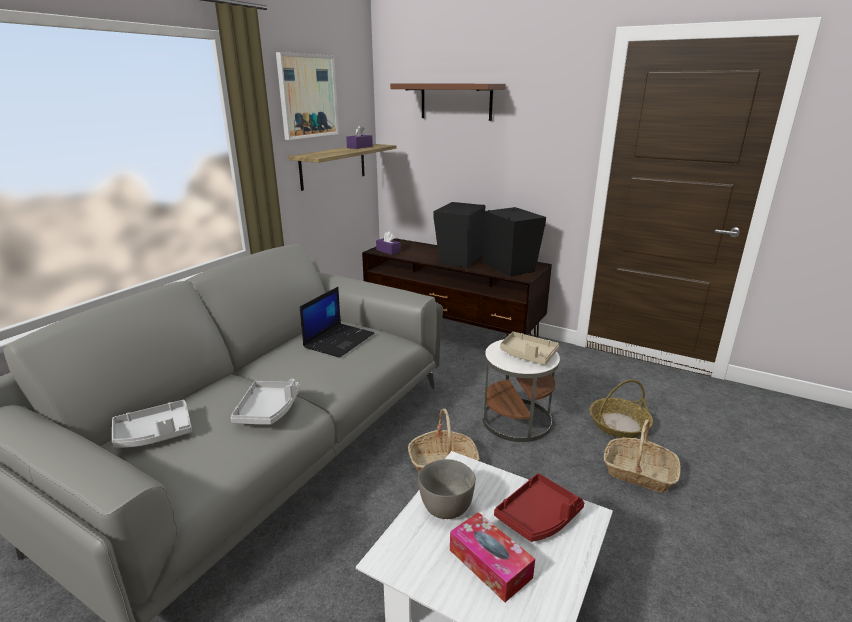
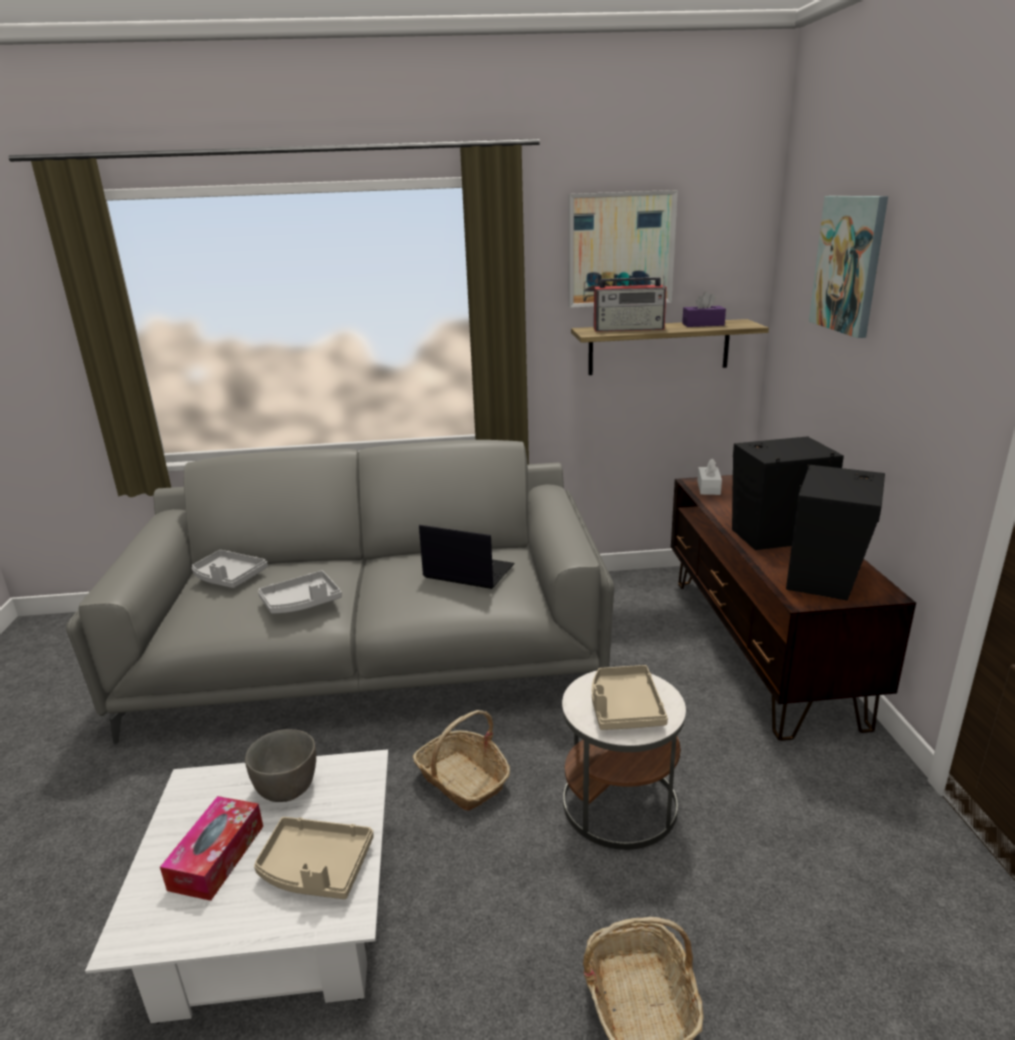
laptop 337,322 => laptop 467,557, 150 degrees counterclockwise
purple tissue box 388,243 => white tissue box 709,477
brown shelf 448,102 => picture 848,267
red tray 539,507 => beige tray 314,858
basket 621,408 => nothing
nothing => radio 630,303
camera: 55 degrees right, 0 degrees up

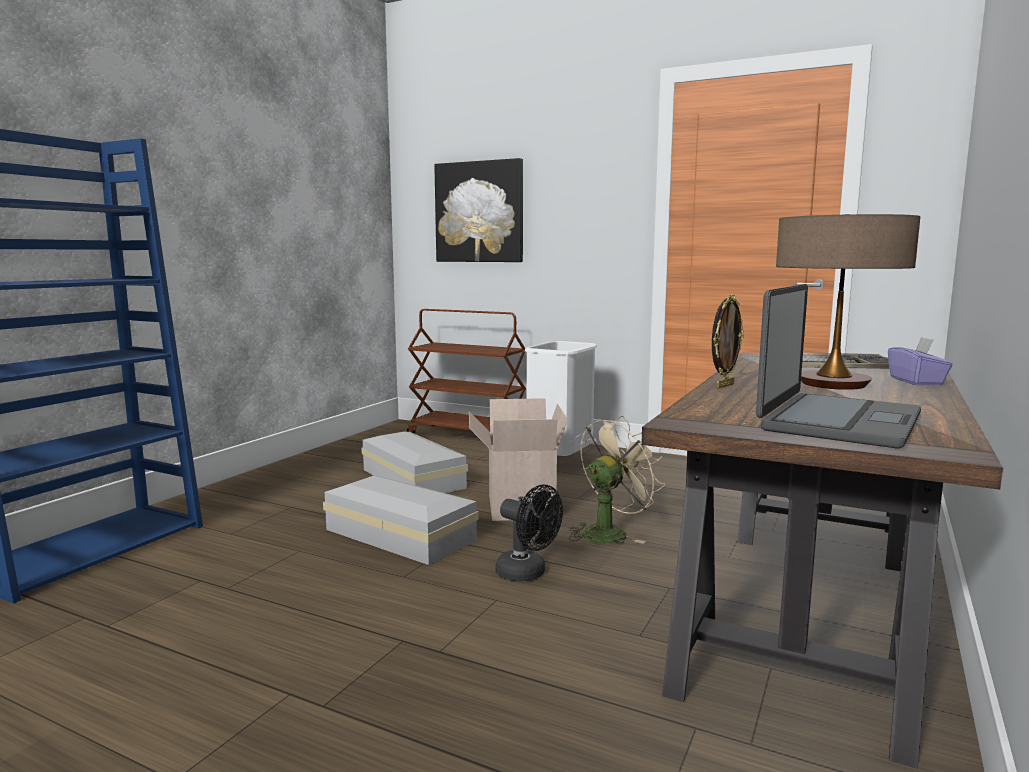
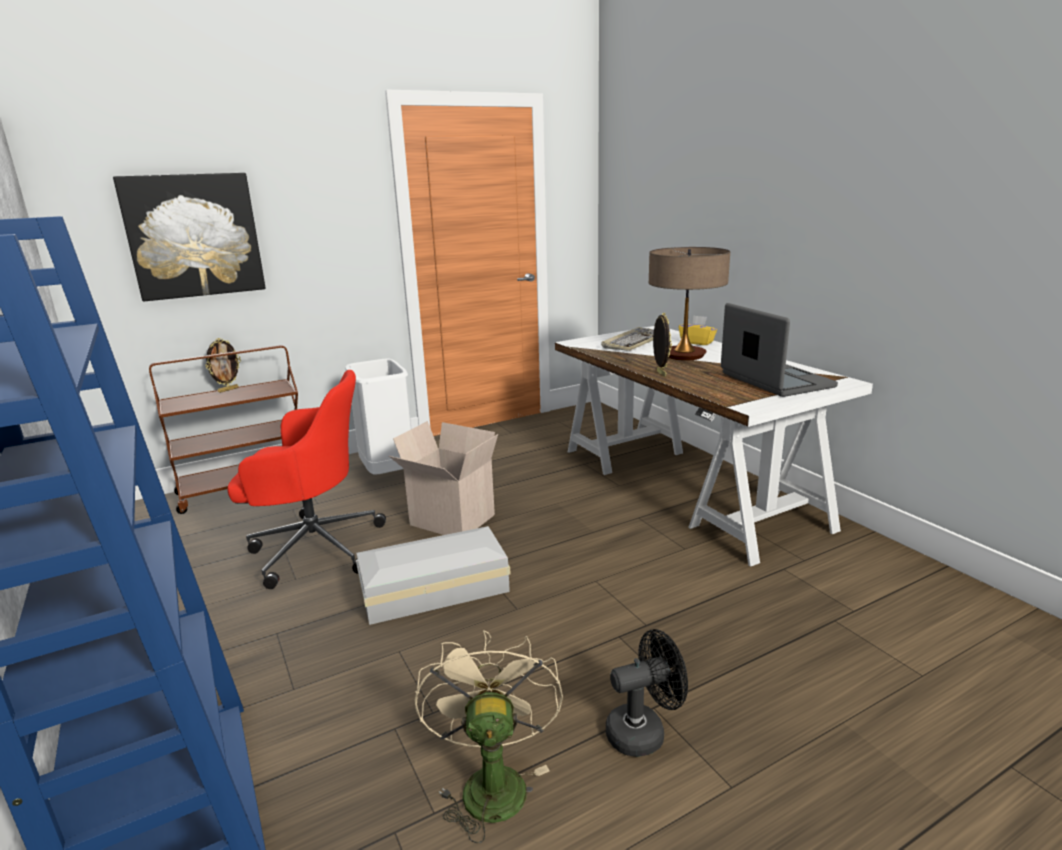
white storage box 414,462 => red office chair 307,479
black fan 529,533 => black fan 647,693, moved
beige fan 617,480 => beige fan 489,736, moved
brown desk 822,560 => white desk 714,446
purple tissue box 920,361 => yellow tissue box 698,330
nothing => picture frame 223,365
camera: 55 degrees left, 10 degrees up

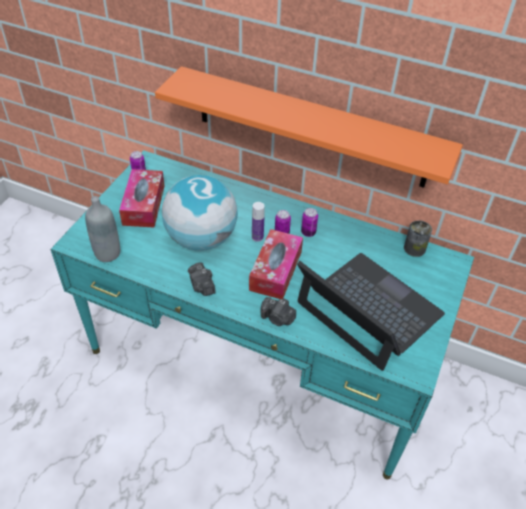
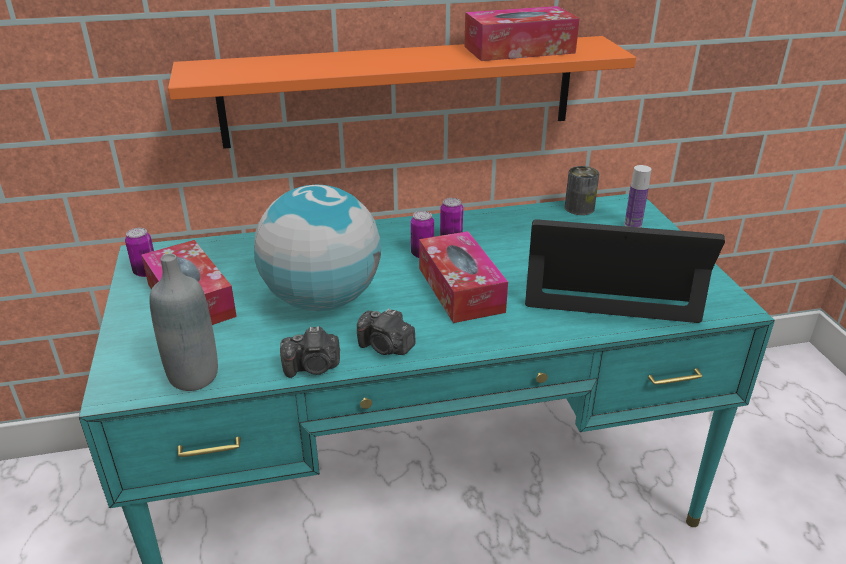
bottle 258,222 => bottle 637,196, moved
photo camera 278,311 => photo camera 310,352, moved
nothing => tissue box 522,33
camera: 35 degrees left, 15 degrees down

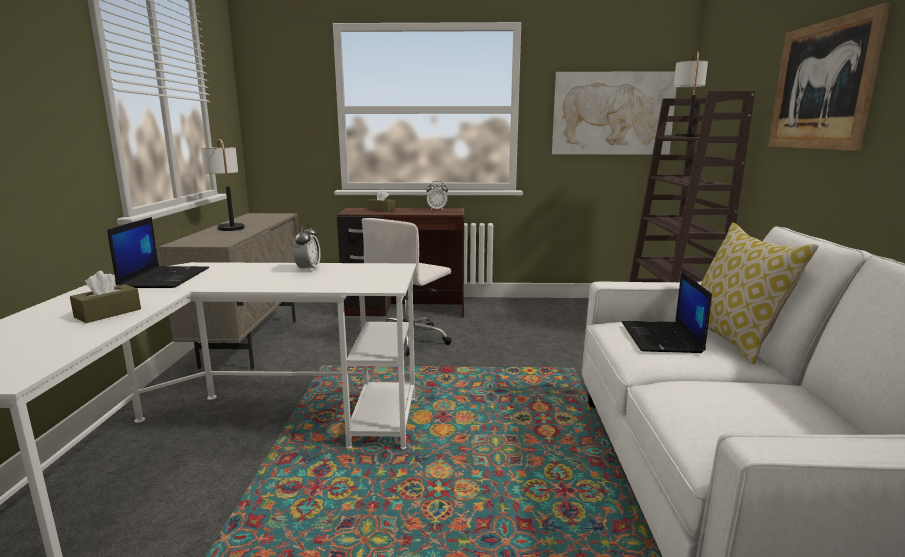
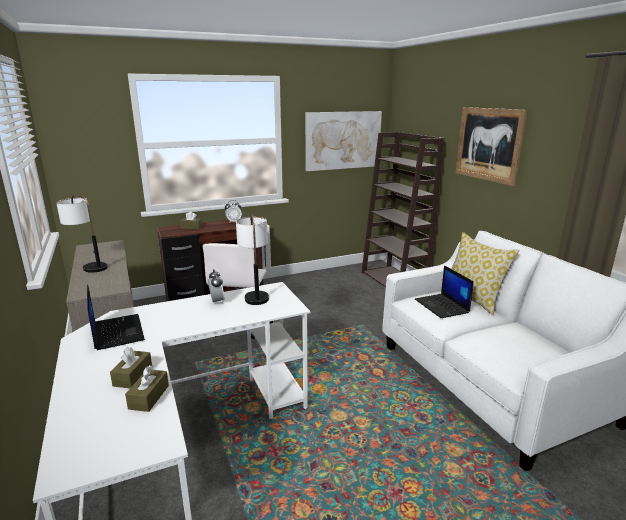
table lamp 691,94 => table lamp 252,260, moved
nothing => brown tissue box 147,388
camera: 25 degrees left, 5 degrees up

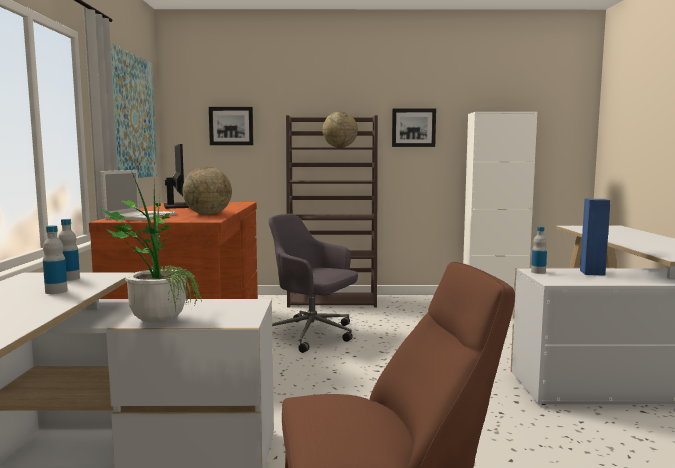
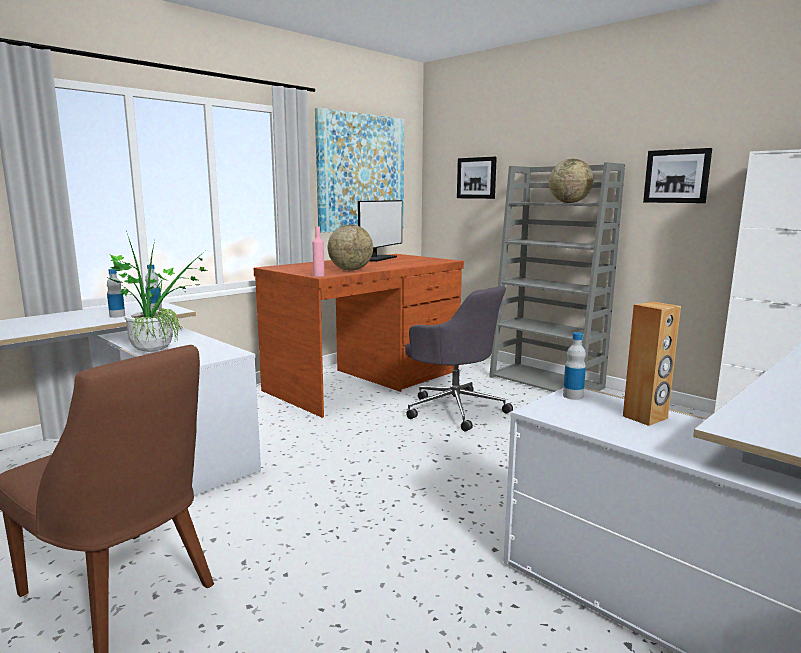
laptop 138,195 => nothing
grey office chair 313,283 => grey office chair 459,358, 150 degrees clockwise
brown bookcase 332,211 => grey bookcase 557,277
blue speaker 595,237 => brown speaker 652,363
nothing => pink bottle 318,252
camera: 45 degrees right, 5 degrees up

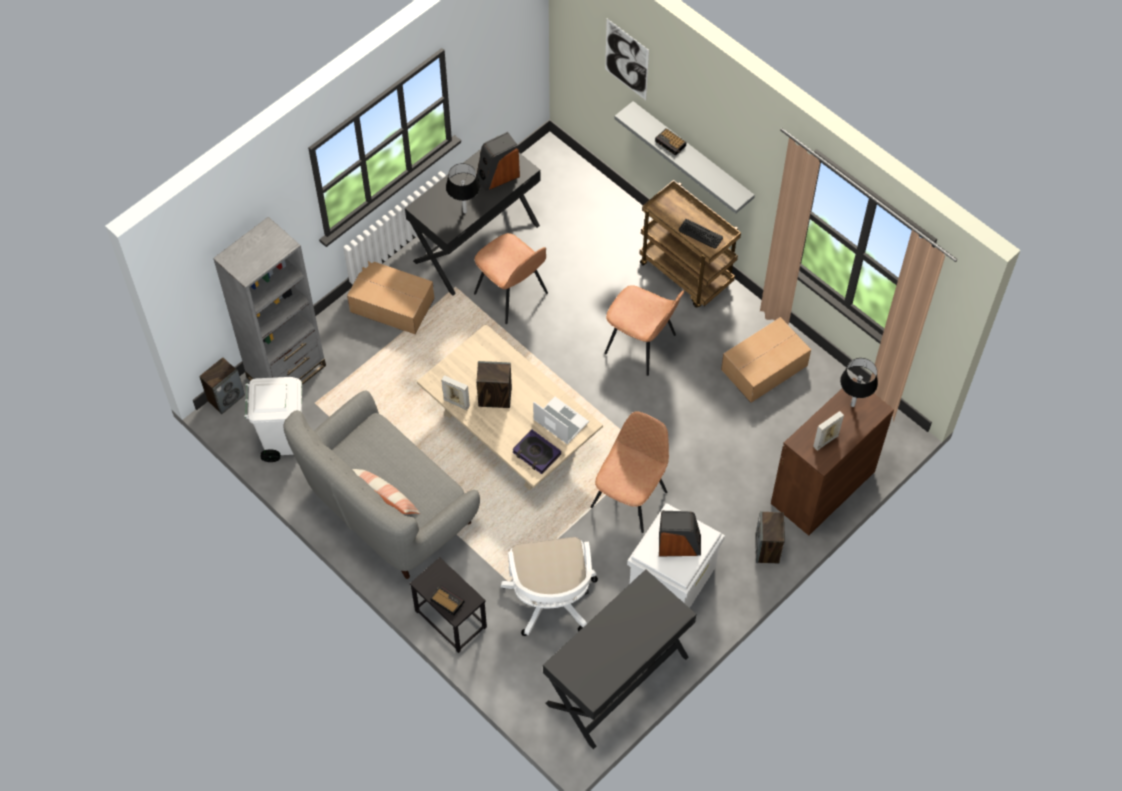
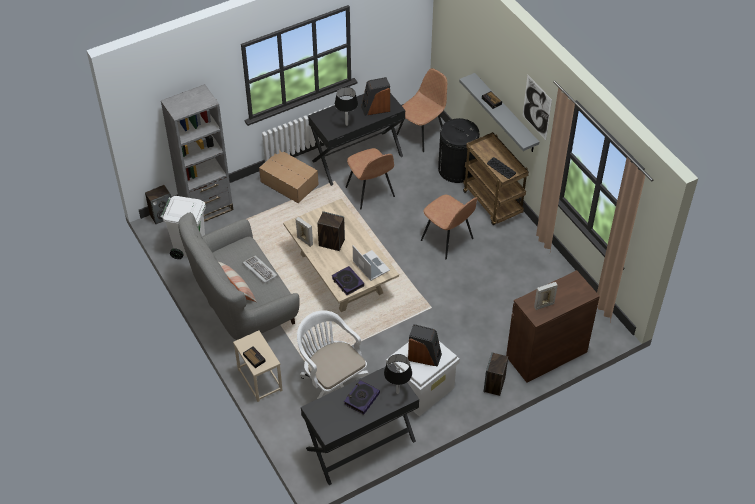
black side table 448,605 => beige side table 258,366
white office chair 549,586 => white office chair 333,355, 135 degrees clockwise
brown chair 630,472 => brown chair 422,110, moved
picture 627,59 => picture 537,107, moved
cardboard box 766,360 => nothing
black table lamp 859,382 => black table lamp 398,374, moved
nothing => keyboard 259,269
nothing => book 362,397
nothing => black trash can 459,150
camera: 15 degrees right, 10 degrees down

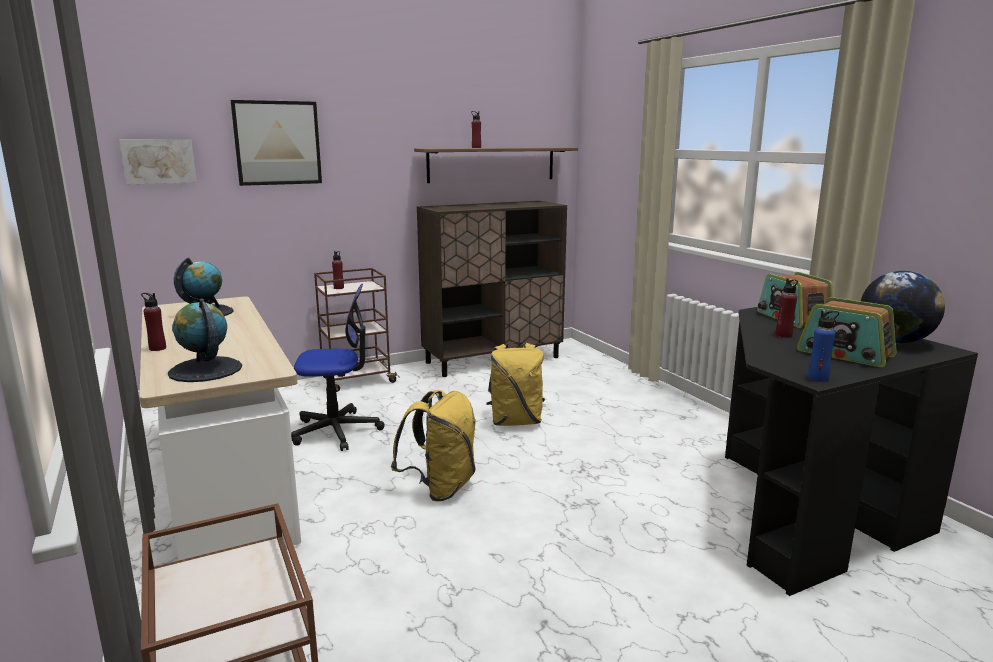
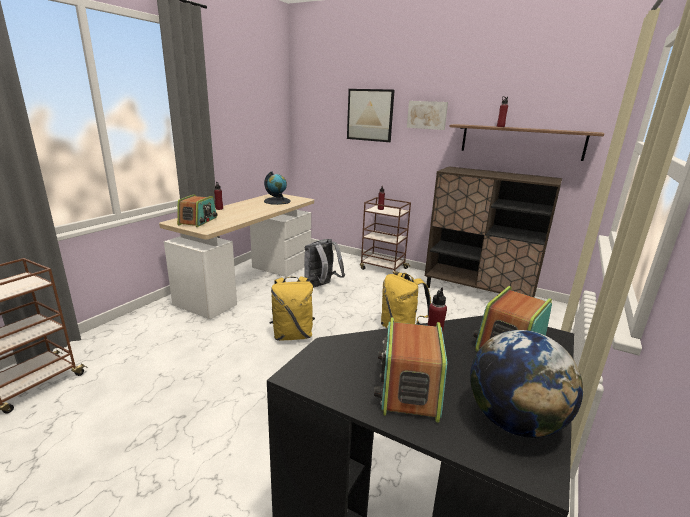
picture 158,161 => picture 427,115, moved
globe 205,340 => radio 197,210
office chair 338,367 => grey backpack 324,263
blue bottle 823,346 => nothing
camera: 55 degrees right, 5 degrees up

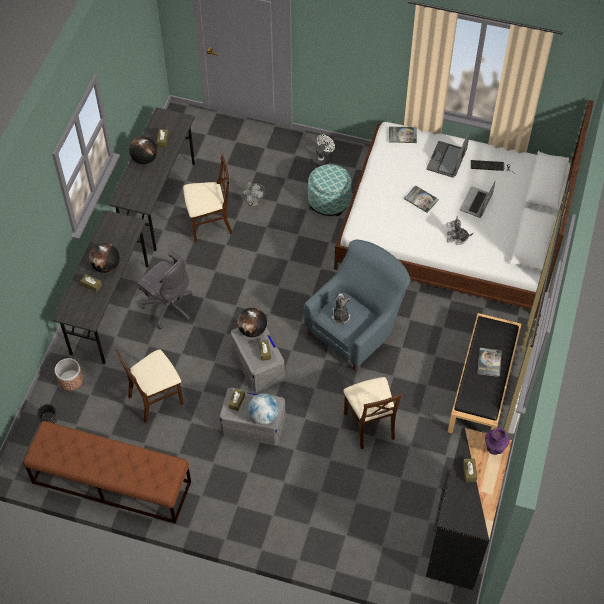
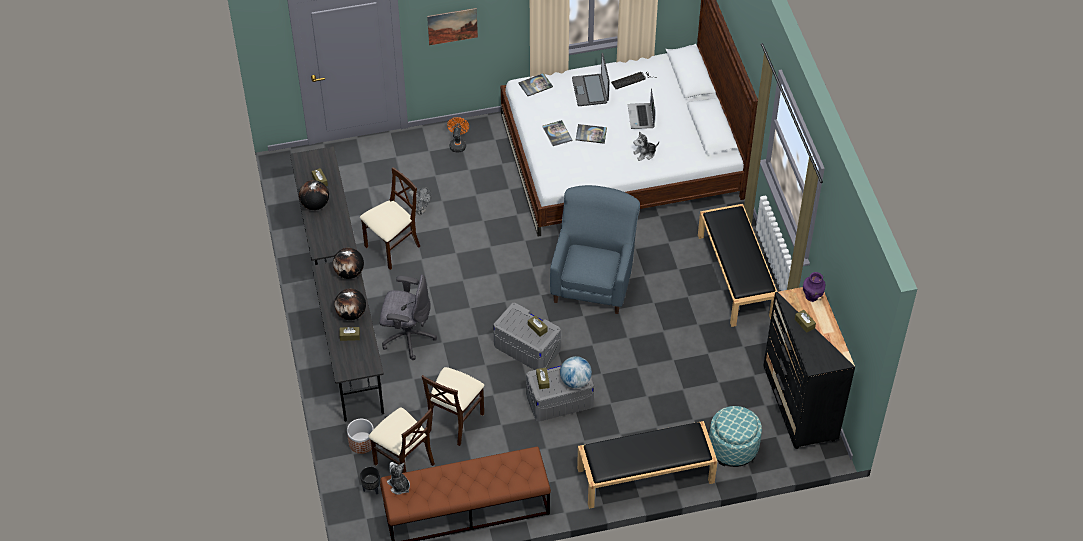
globe 252,322 => globe 348,263, moved
ottoman 330,190 => ottoman 735,436, moved
white fan 324,150 => orange fan 458,135
plush toy 341,309 => plush toy 398,478, moved
beige chair 372,413 => beige chair 402,440, moved
book 489,362 => book 558,133, moved
nothing => picture 452,27
nothing => black bench 647,465
camera: 30 degrees left, 5 degrees down

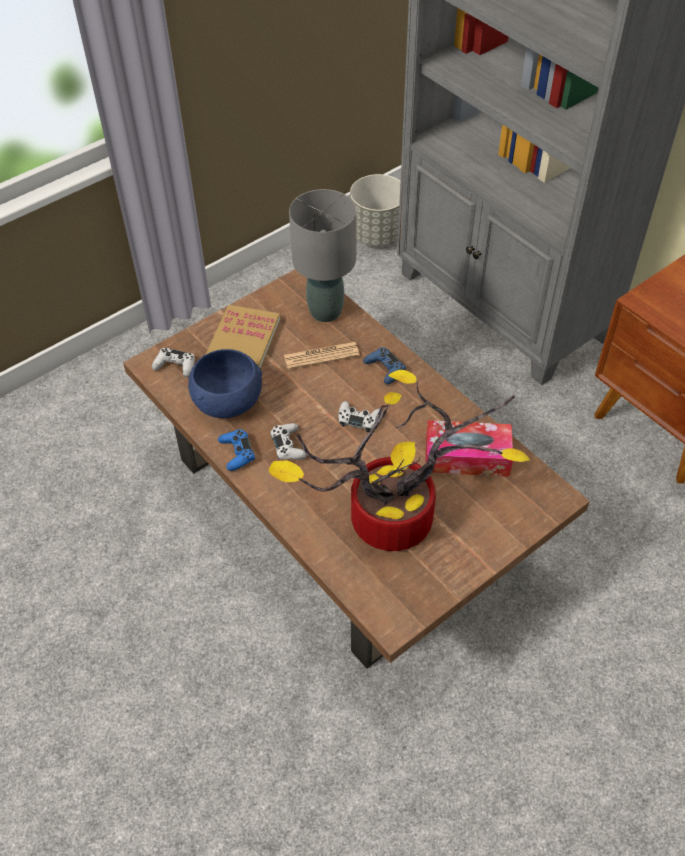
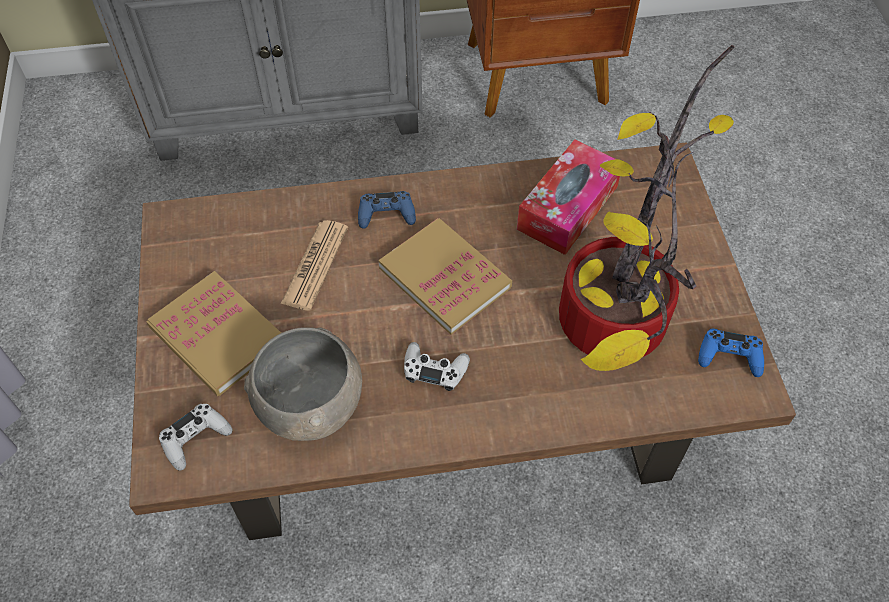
blue bowl 225,383 => grey bowl 303,384
blue game controller 236,450 => blue game controller 731,352, moved
grey table lamp 323,255 => nothing
white game controller 360,416 => book 445,276
grey planter 375,210 => nothing
camera: 60 degrees left, 5 degrees up

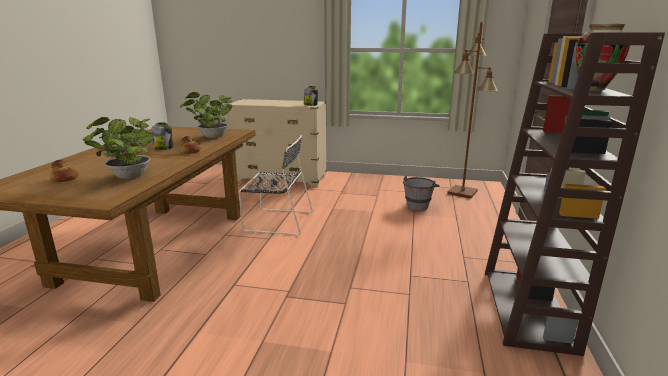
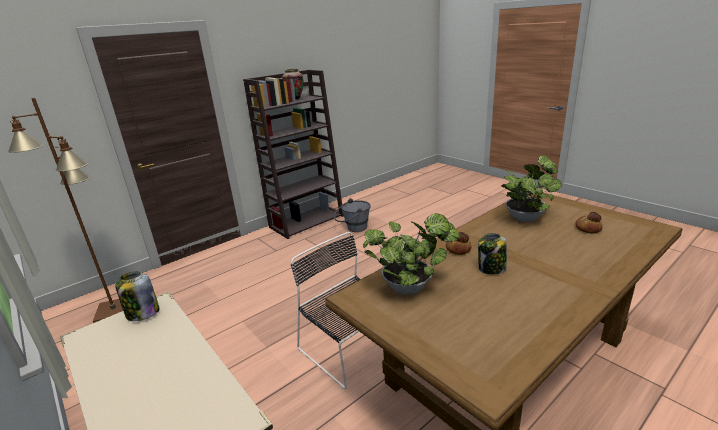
grey bucket 421,193 => grey bucket 352,215, moved
camera: 140 degrees left, 5 degrees up

